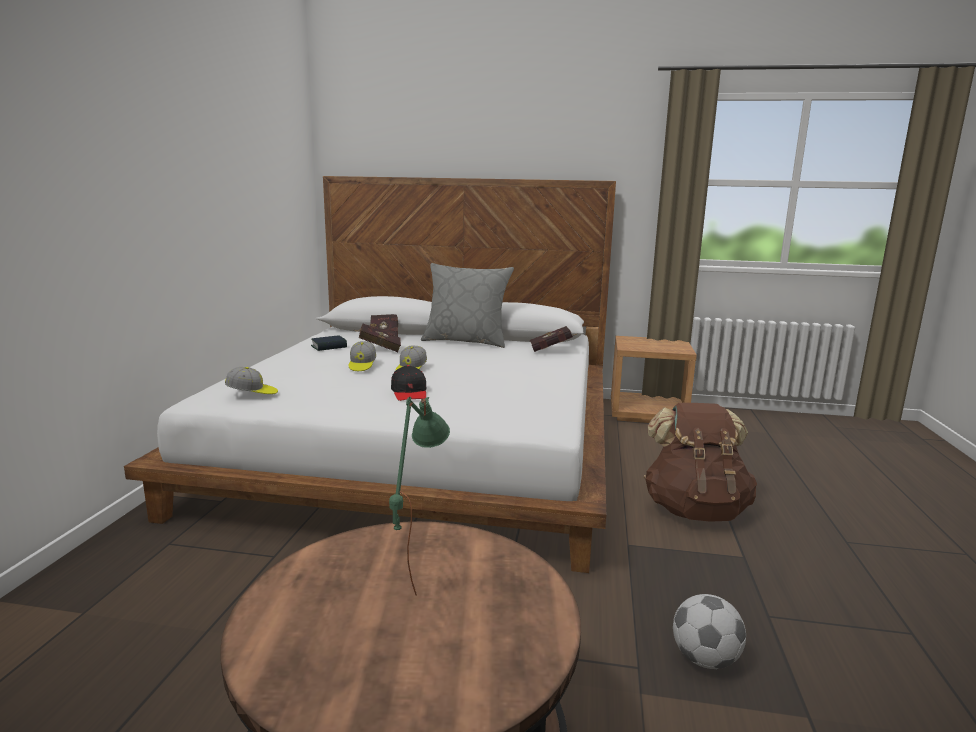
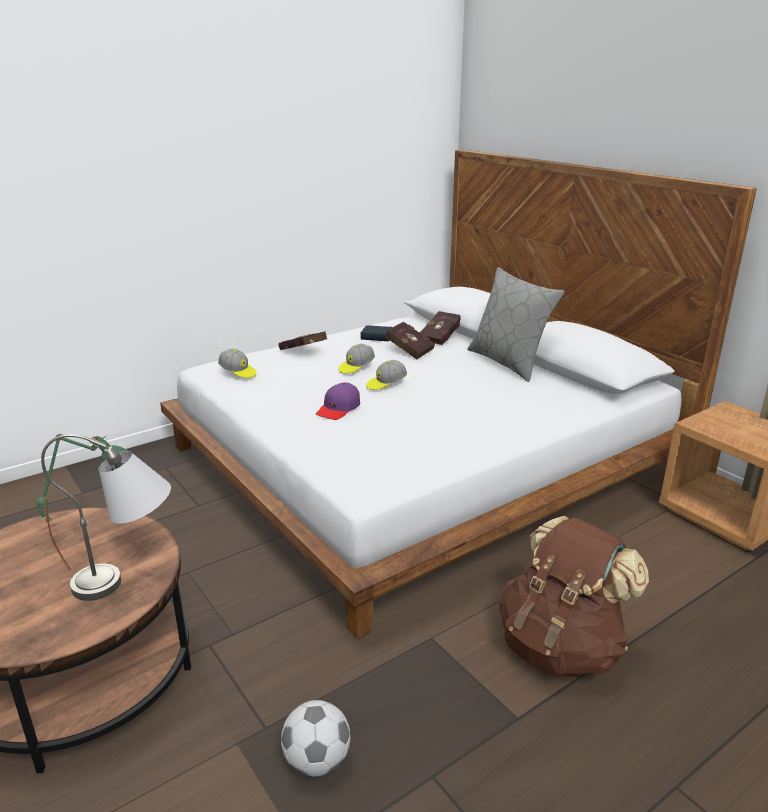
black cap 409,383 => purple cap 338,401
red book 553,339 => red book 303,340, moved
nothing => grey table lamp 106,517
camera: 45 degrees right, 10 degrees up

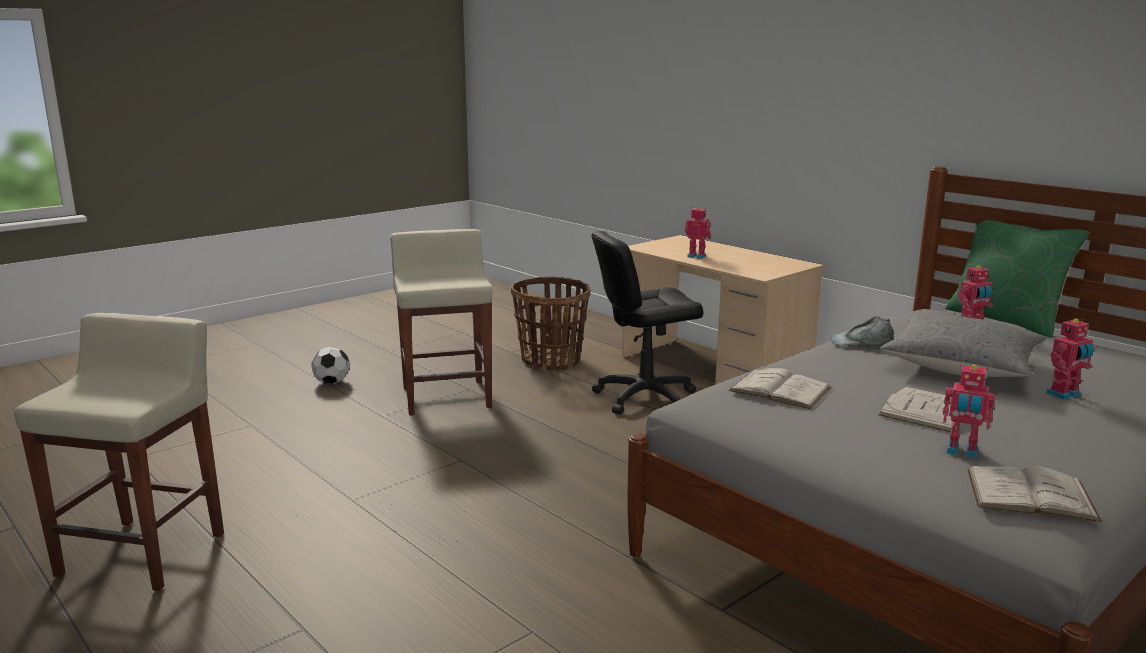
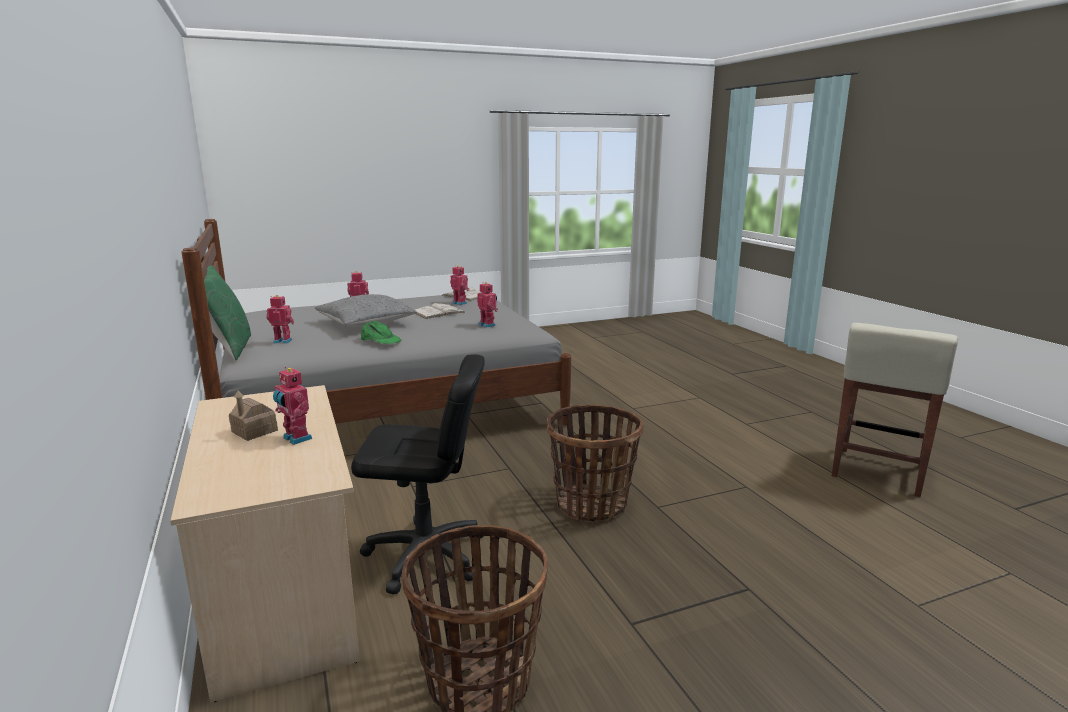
football 330,365 => nothing
beige stool 442,322 => nothing
white book 779,387 => toy robot 487,305
grey cap 862,331 => green cap 381,332
nothing => toy house 253,416
nothing => basket 595,464
camera: 160 degrees left, 0 degrees up

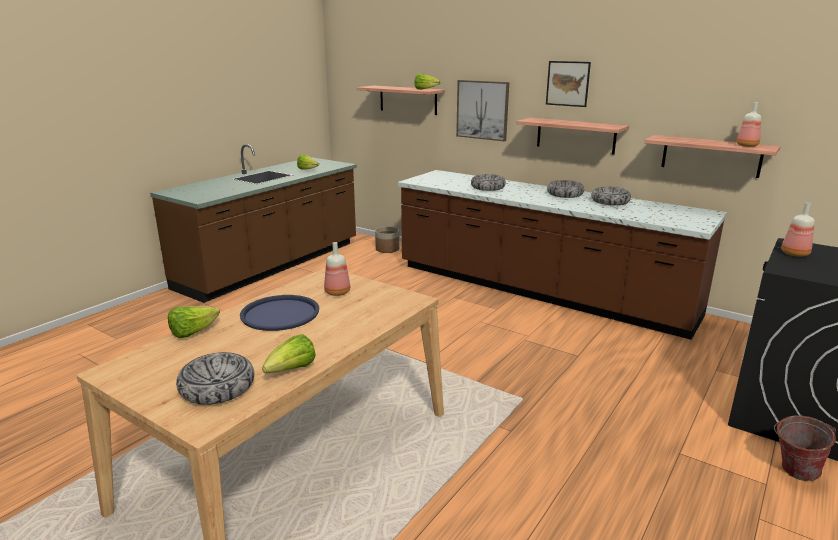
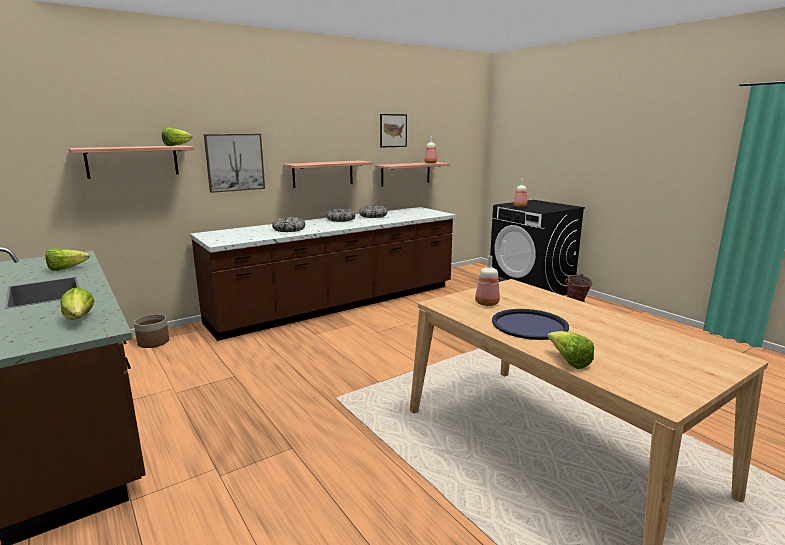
bowl 215,378 => nothing
lettuce 289,353 => lettuce 77,304, moved
picture 568,84 => picture 393,131, moved
camera: 70 degrees left, 5 degrees down

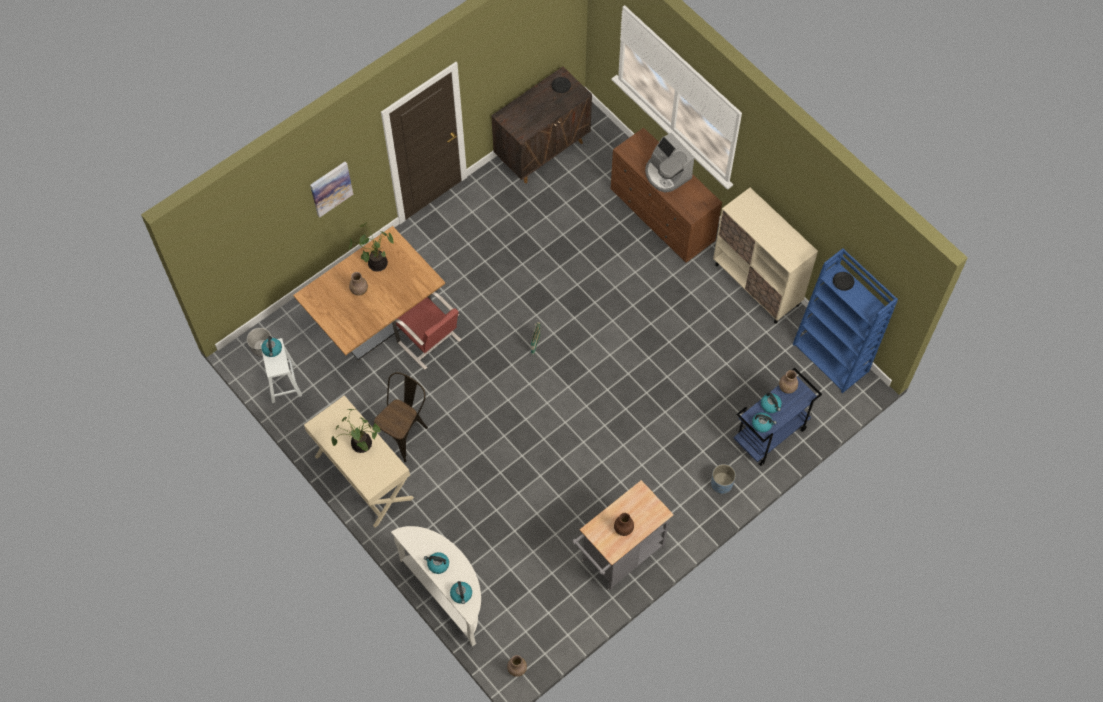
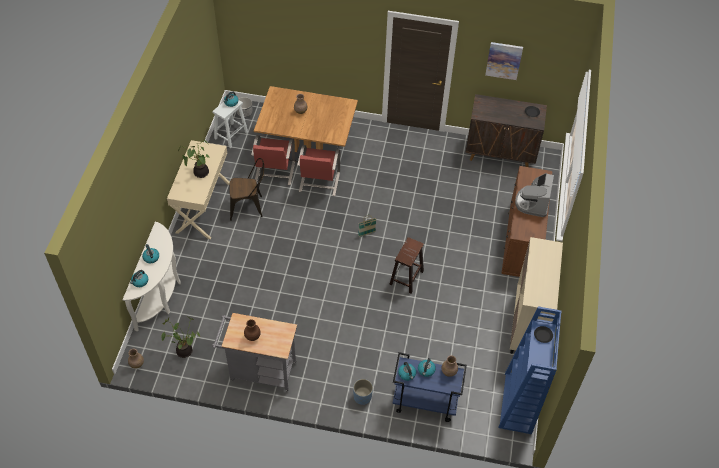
picture 331,189 => picture 504,61, moved
potted plant 371,247 => potted plant 180,337, moved
nothing => red chair 273,160
nothing => brown stool 406,265
camera: 50 degrees right, 10 degrees down

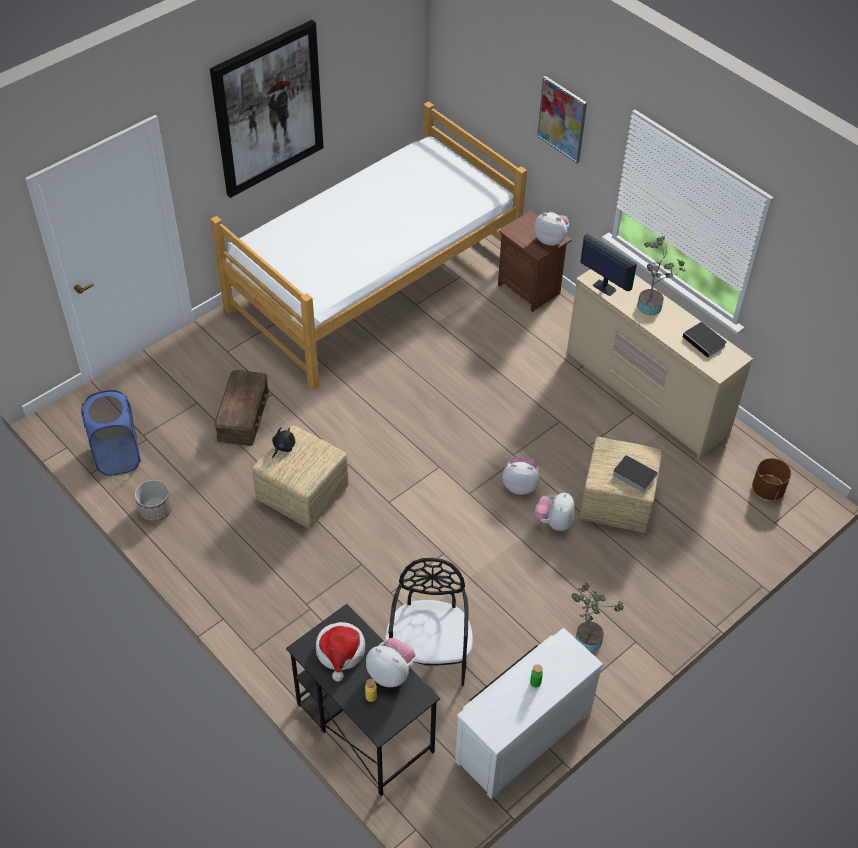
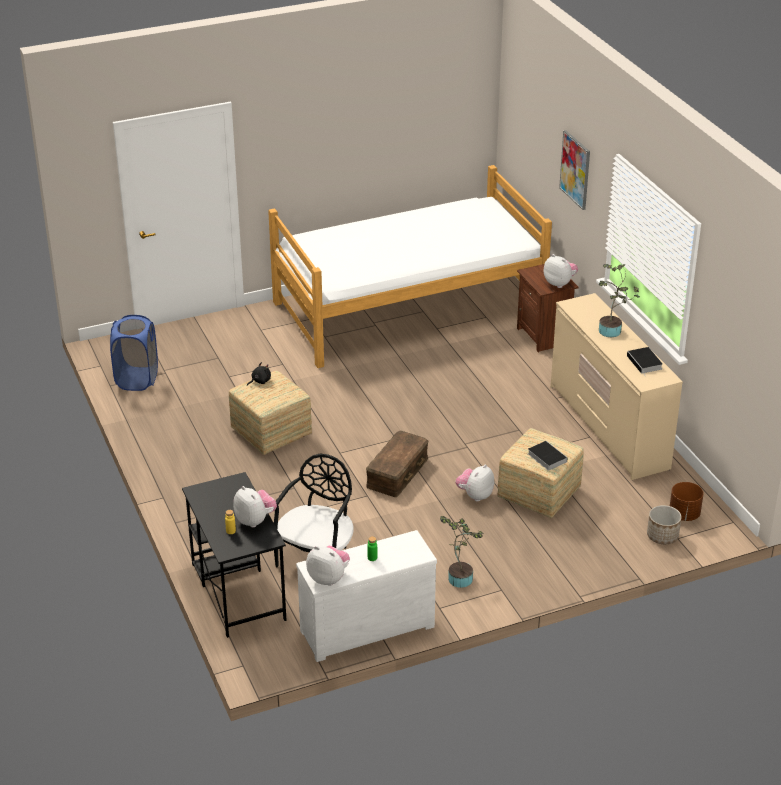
planter 153,501 => planter 664,524, moved
picture 267,109 => nothing
brown storage box 241,408 => brown storage box 397,464, moved
hat 340,652 => nothing
plush toy 520,476 => plush toy 328,566, moved
monitor 609,265 => nothing
camera: 20 degrees right, 15 degrees down

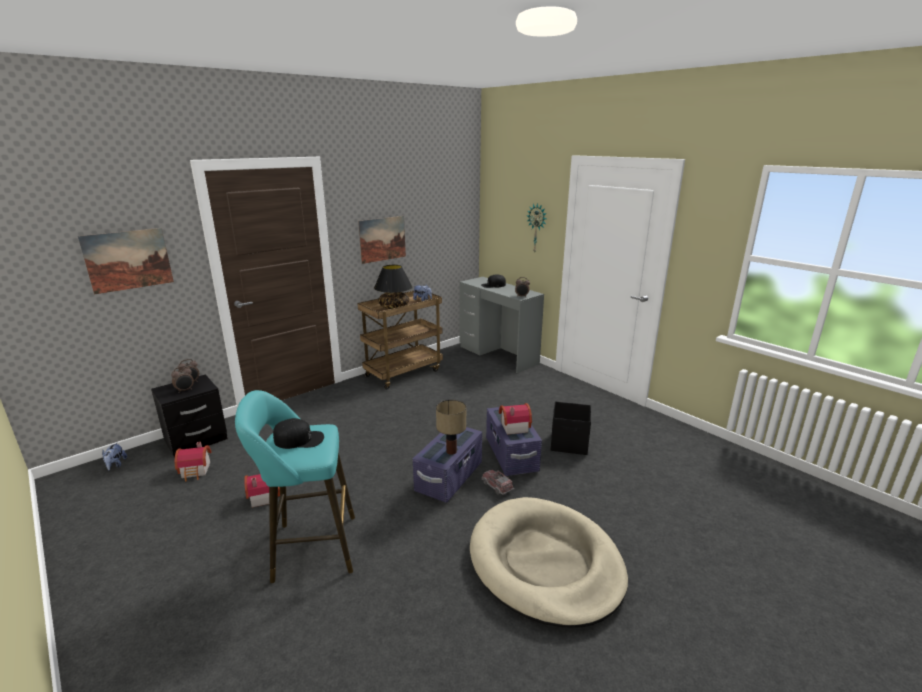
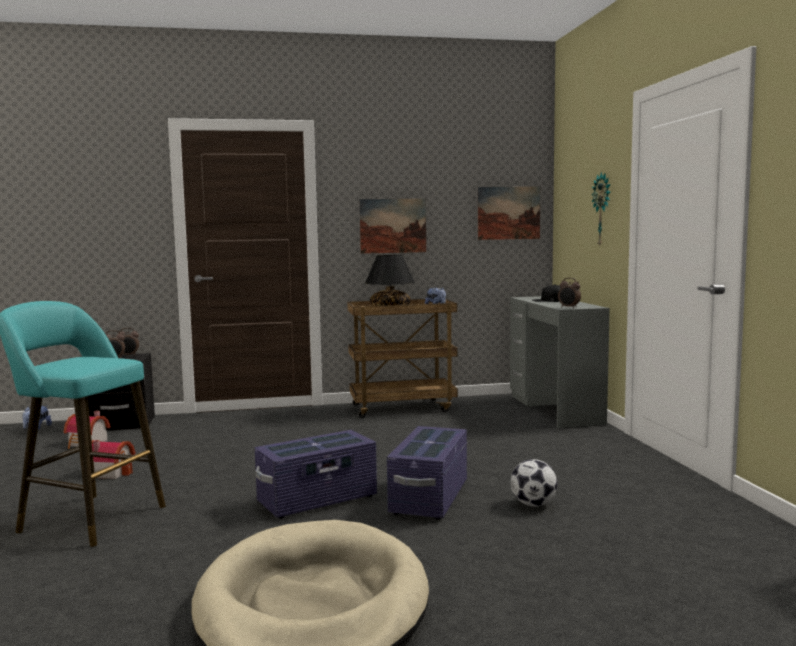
picture 126,261 => picture 509,213, moved
black cap 298,433 => nothing
table lamp 451,427 => nothing
toy truck 498,482 => nothing
toy house 515,419 => nothing
black storage box 571,428 => football 533,483
camera: 30 degrees right, 15 degrees down

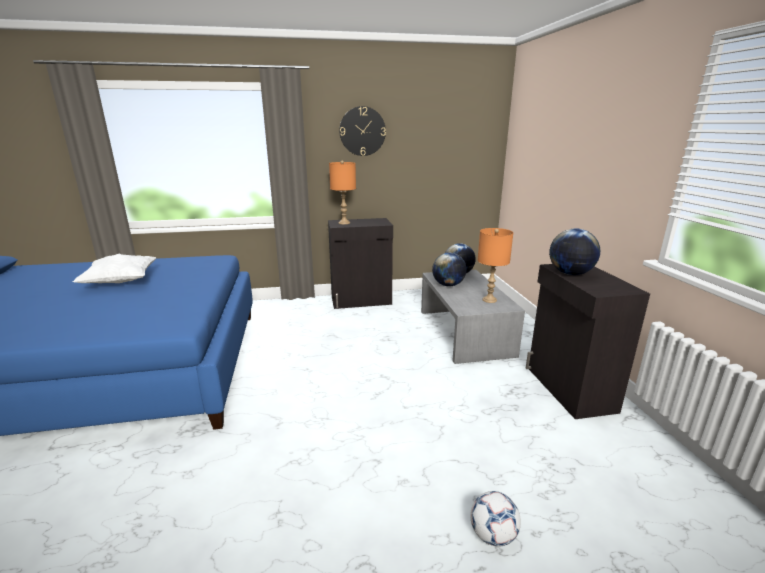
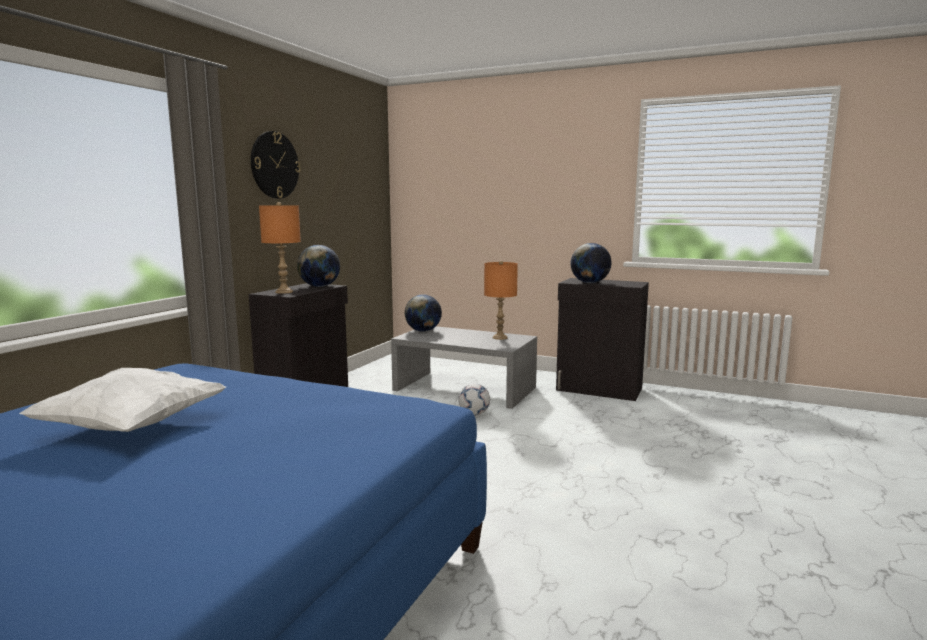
globe 449,269 => globe 318,266, moved
football 495,519 => football 474,400, moved
camera: 55 degrees left, 10 degrees down

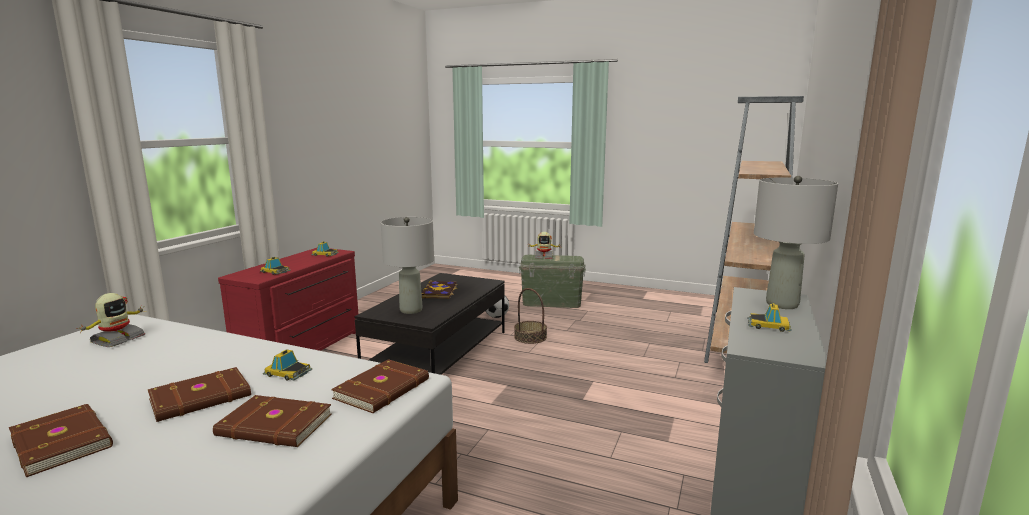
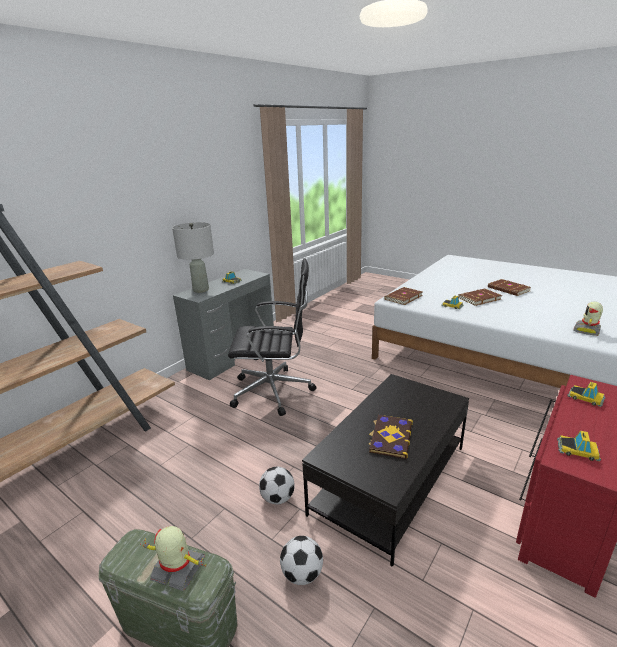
brown book 272,421 => nothing
grey table lamp 407,265 => nothing
basket 530,316 => football 277,486
nothing => black office chair 272,337
camera: 165 degrees left, 10 degrees up

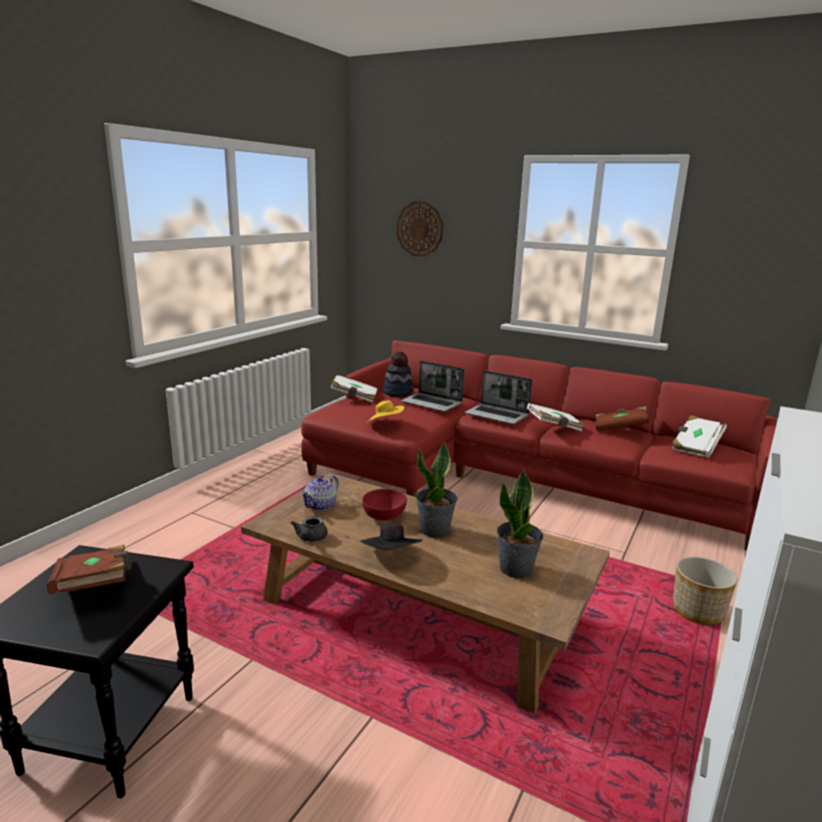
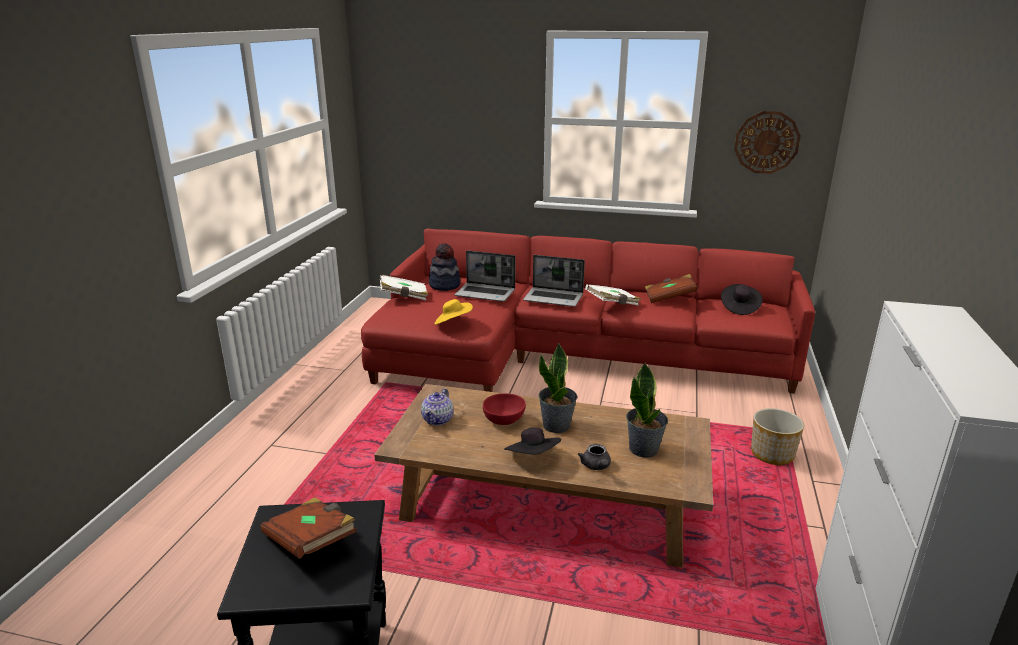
grey teapot 309,529 => grey teapot 594,457, moved
wall clock 419,229 => wall clock 767,142, moved
white book 699,436 => black hat 742,299
camera: 15 degrees left, 5 degrees up

